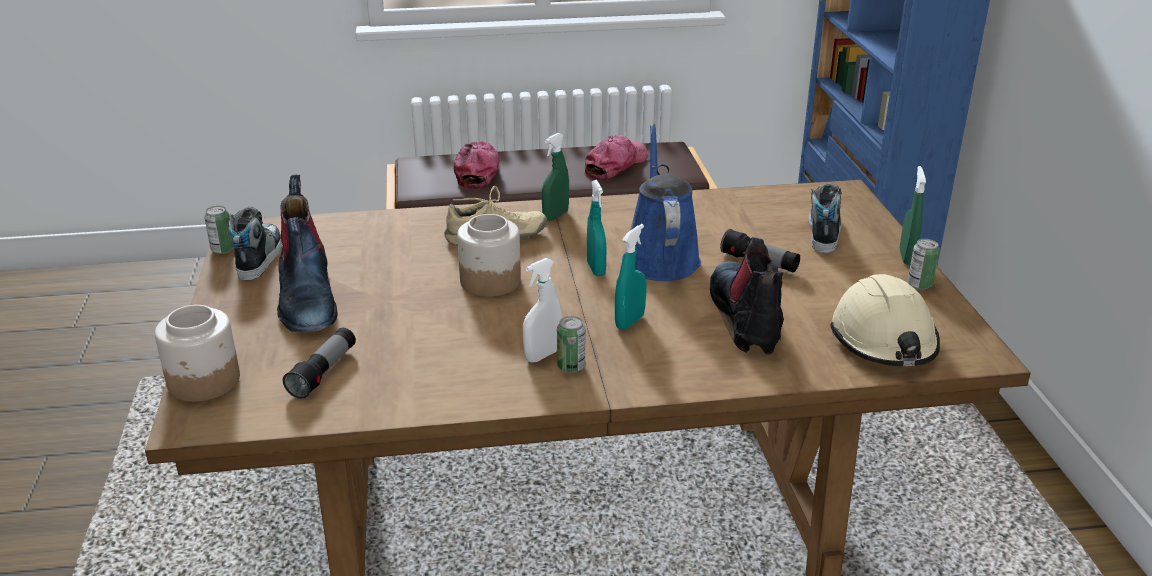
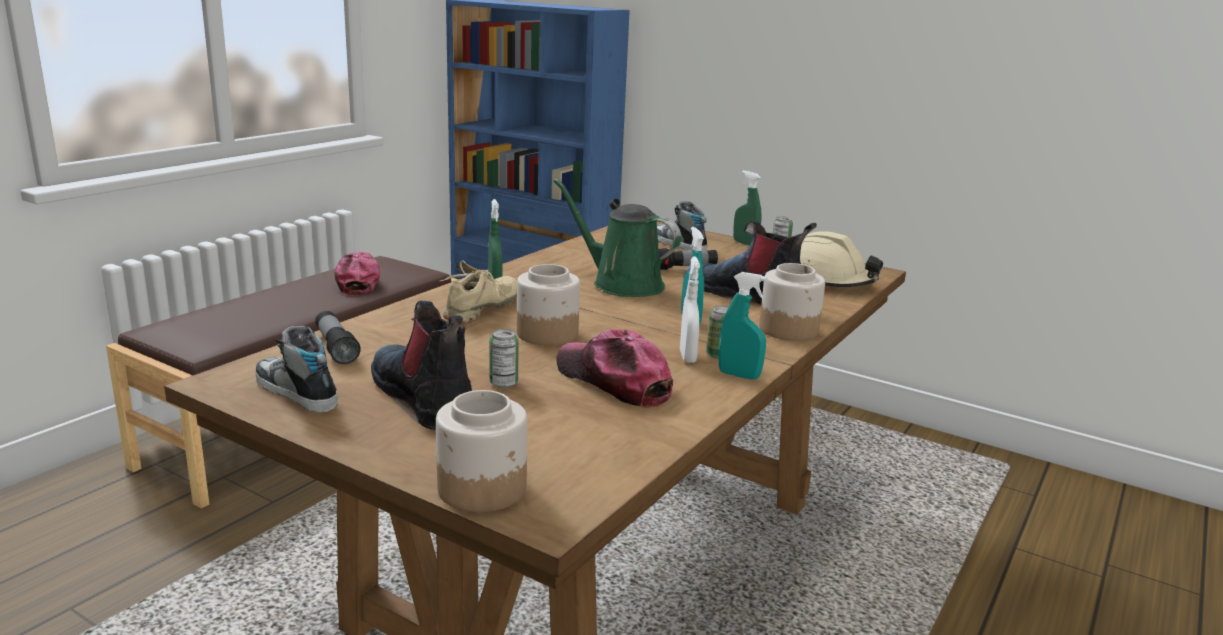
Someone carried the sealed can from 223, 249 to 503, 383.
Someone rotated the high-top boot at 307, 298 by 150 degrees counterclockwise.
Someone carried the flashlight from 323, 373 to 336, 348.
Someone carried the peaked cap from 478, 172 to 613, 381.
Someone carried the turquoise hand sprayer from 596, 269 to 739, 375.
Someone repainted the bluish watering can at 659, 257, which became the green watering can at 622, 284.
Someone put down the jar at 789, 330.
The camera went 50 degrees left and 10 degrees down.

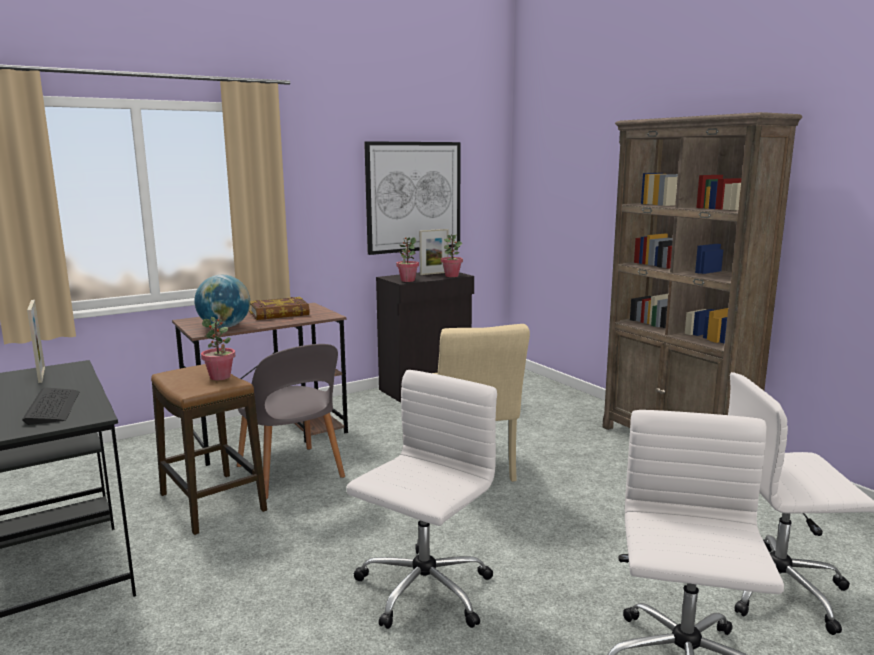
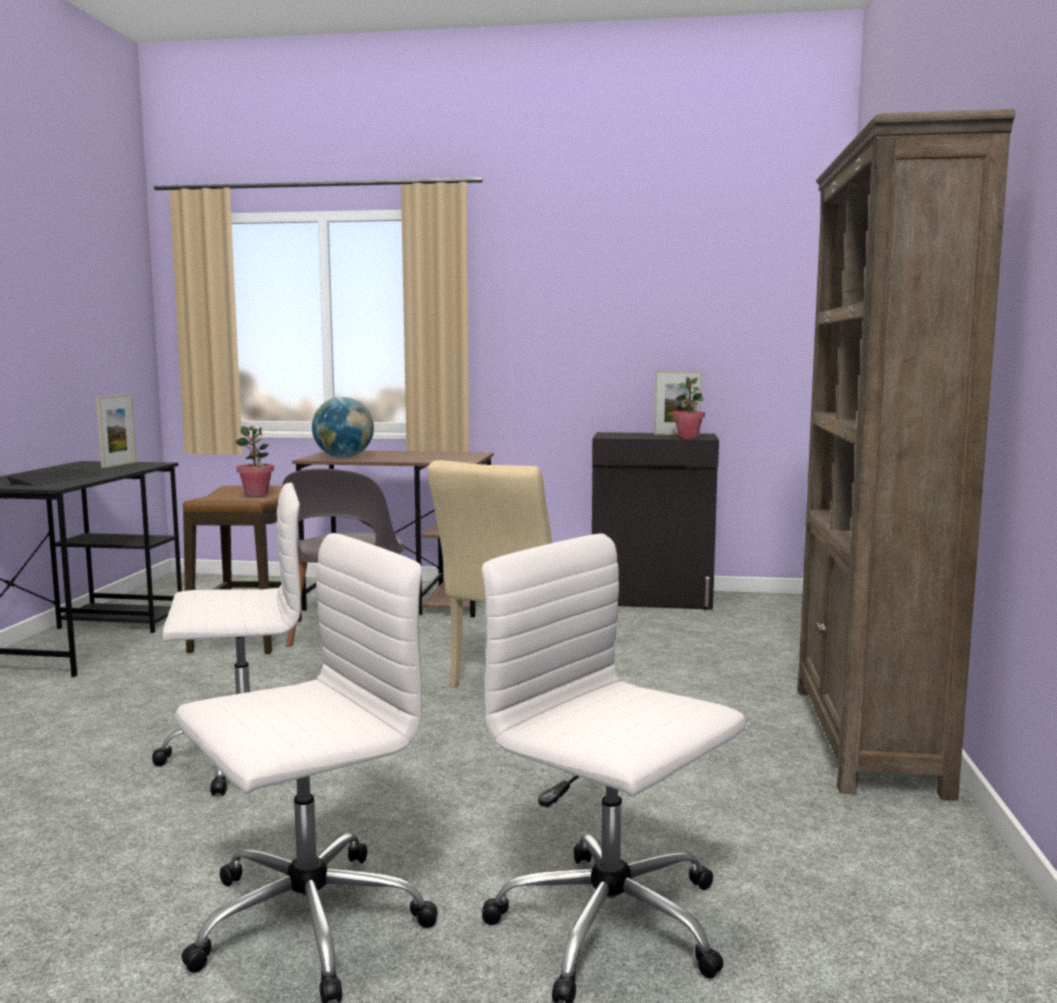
Someone took away the bound book at 279, 314.
Someone took away the wall picture at 413, 197.
Someone took away the houseplant at 407, 280.
The camera went 40 degrees right and 5 degrees down.

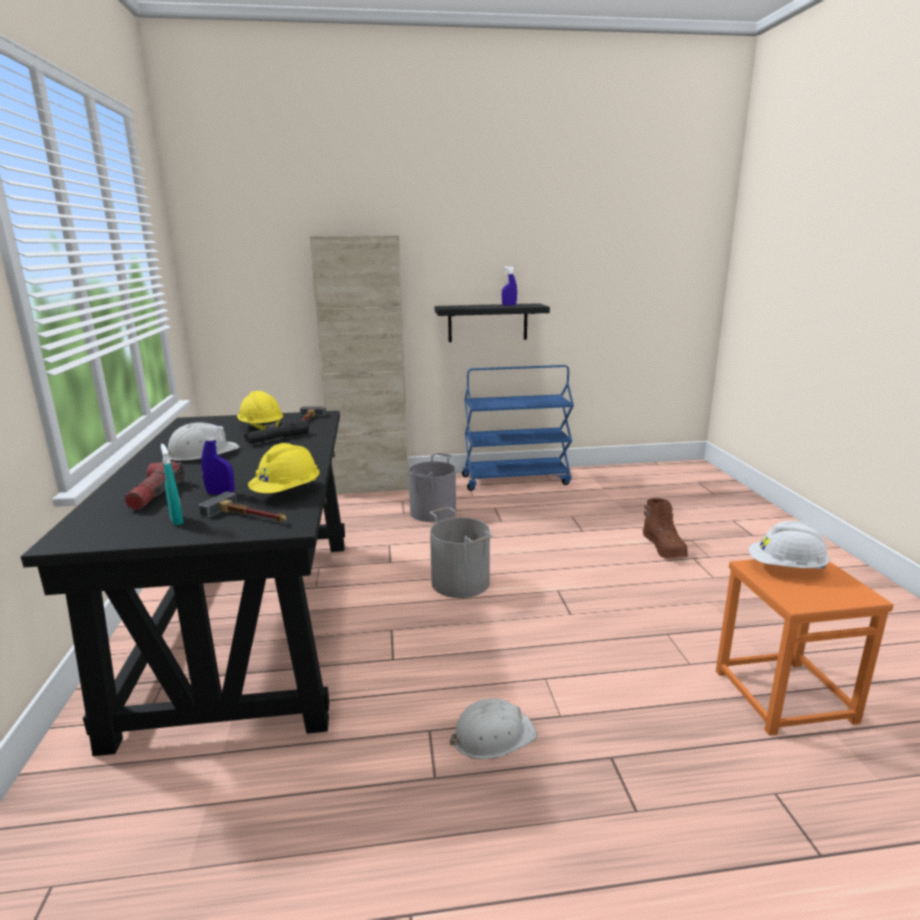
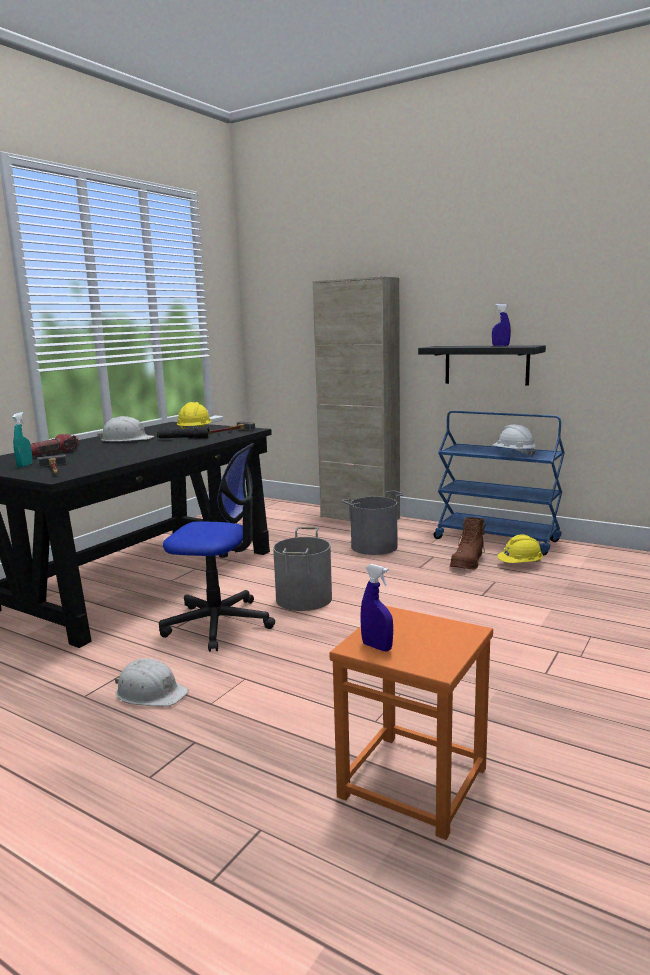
Someone carried the bluish hand sprayer from 220, 493 to 377, 647.
Someone carried the yellowish safety helmet from 287, 492 to 520, 565.
Someone carried the brown high-top boot from 664, 548 to 468, 562.
Someone carried the whitish safety helmet from 786, 568 to 513, 454.
Someone put down the computer chair at 218, 624.
The camera went 40 degrees right and 5 degrees down.

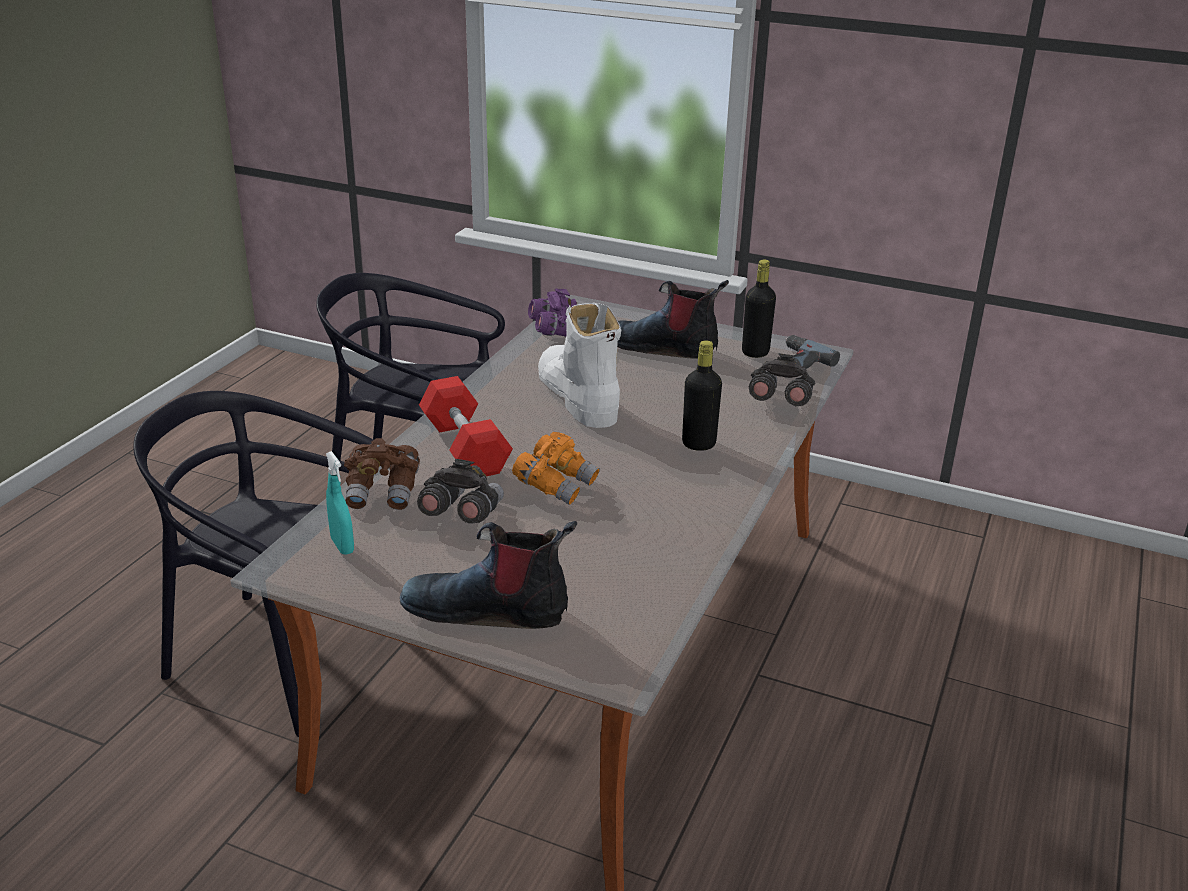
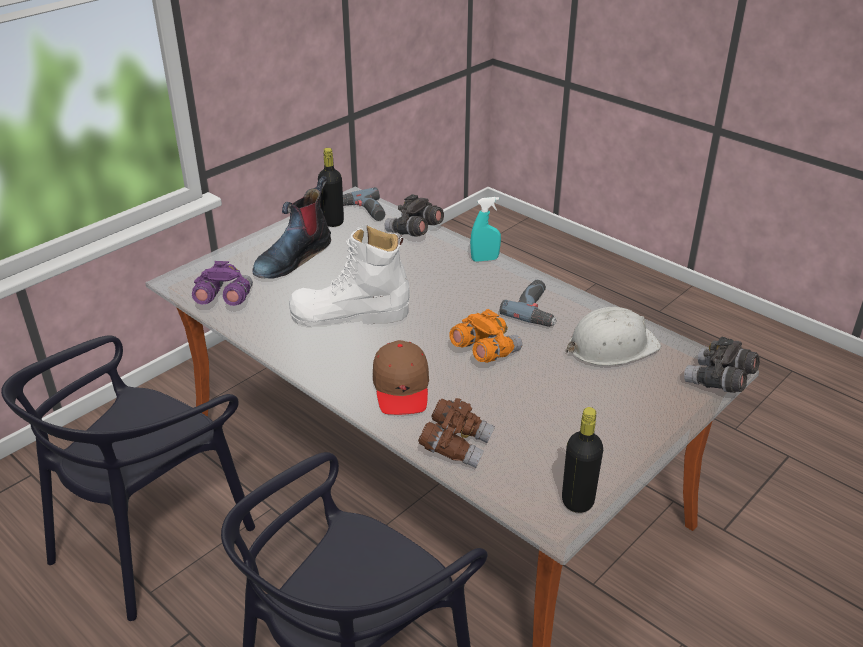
Someone carried the turquoise hand sprayer from 342, 546 to 484, 259.
Someone took away the high-top boot at 488, 609.
Someone carried the grey field glasses from 461, 514 to 719, 381.
Someone swapped the red dumbbell at 465, 447 for the brown peaked cap at 402, 387.
Someone carried the black drink bottle from 699, 444 to 577, 501.
Someone put down the drill at 537, 309.
Someone put down the whitish safety helmet at 611, 346.
The camera went 70 degrees left and 5 degrees up.

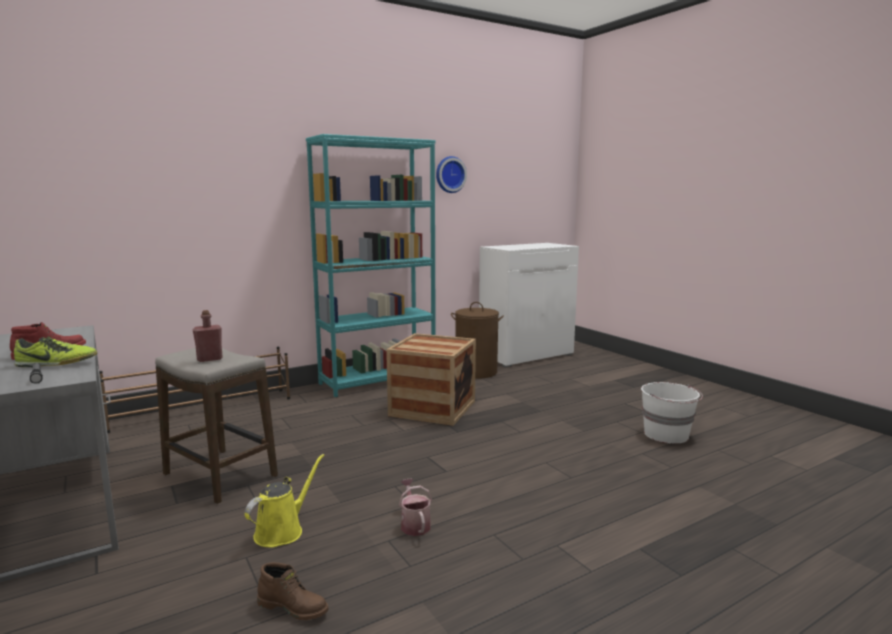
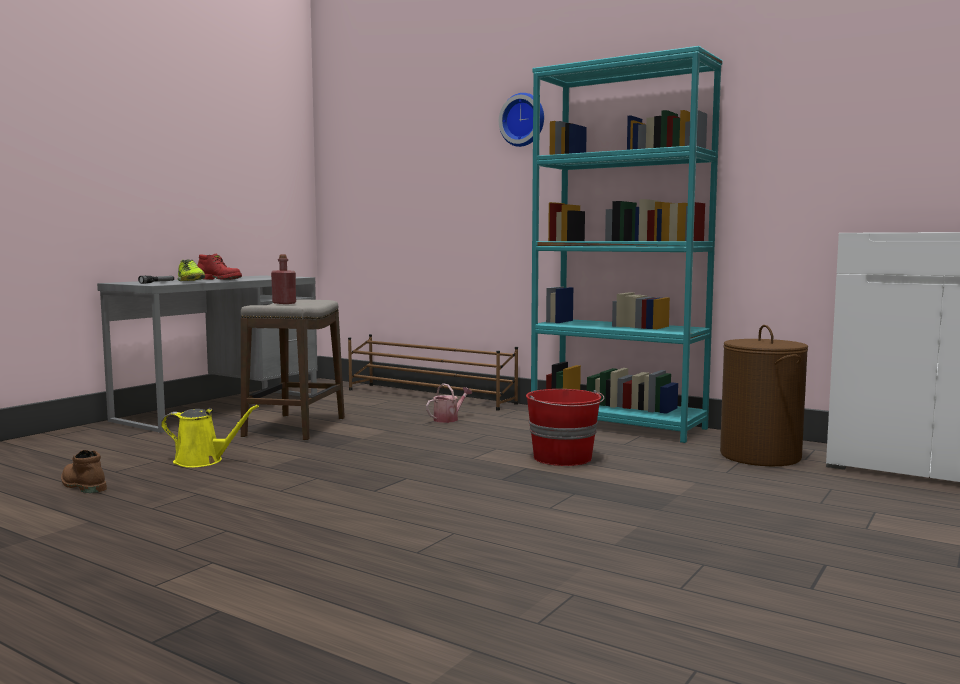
Someone rotated the brown high-top boot at 293, 607 by 135 degrees clockwise.
Someone swapped the shipping crate at 432, 408 for the red pail at 563, 458.
Someone carried the watering can from 414, 524 to 448, 419.
Someone carried the wall clock from 449, 174 to 523, 120.
Someone took away the whitish pail at 667, 435.
The camera went 65 degrees right and 5 degrees down.

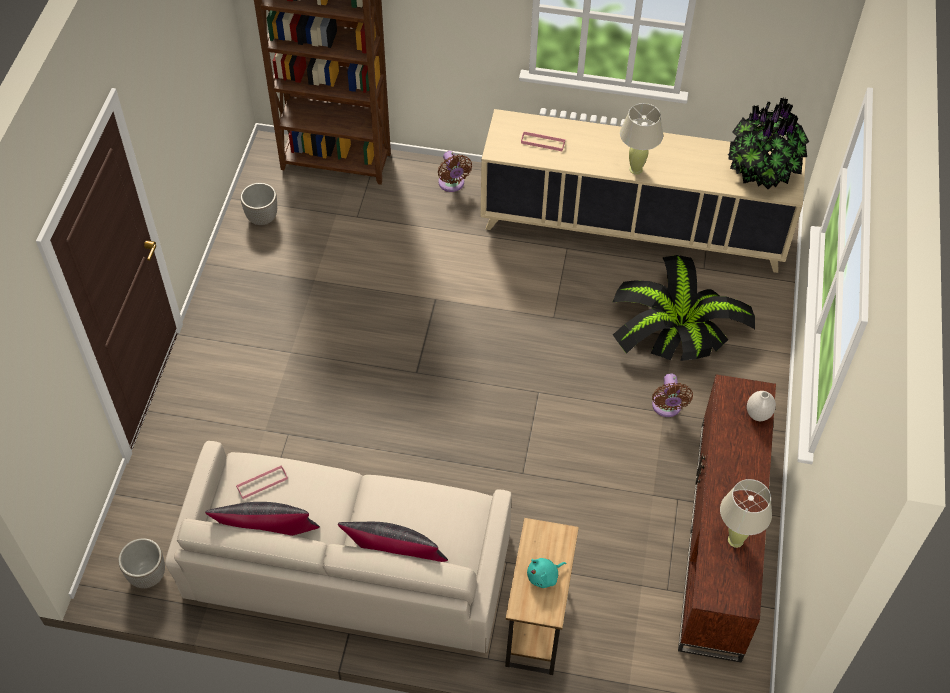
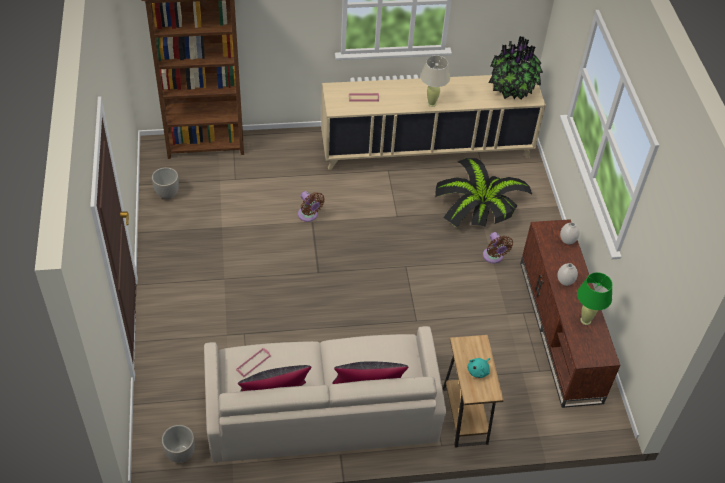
Someone carried the brown cooling fan from 452, 184 to 309, 216.
Someone repainted the beige table lamp at 735, 540, which became the green table lamp at 585, 320.
Someone put down the whitish vase at 565, 282.
The camera went 20 degrees left and 5 degrees down.

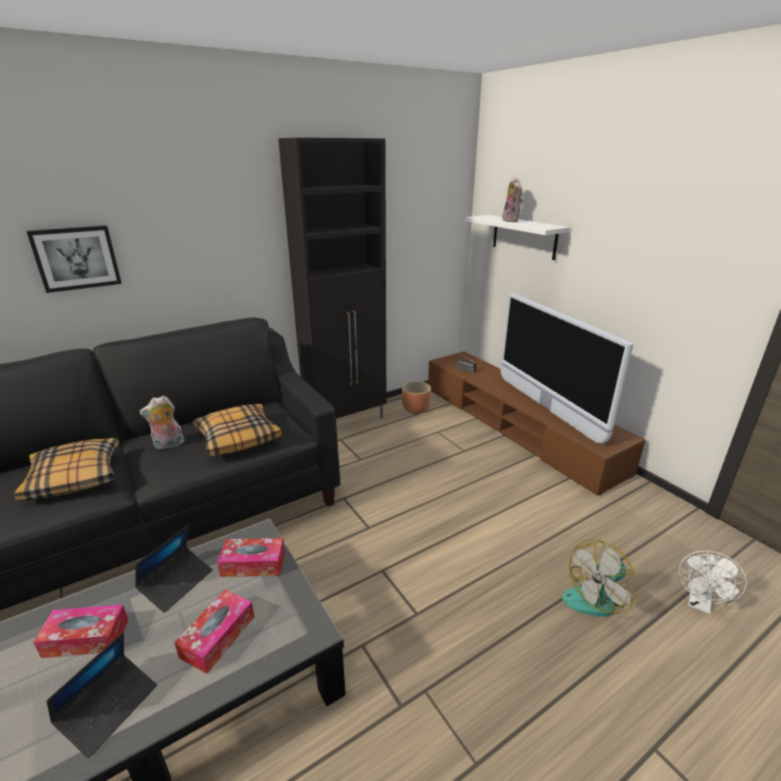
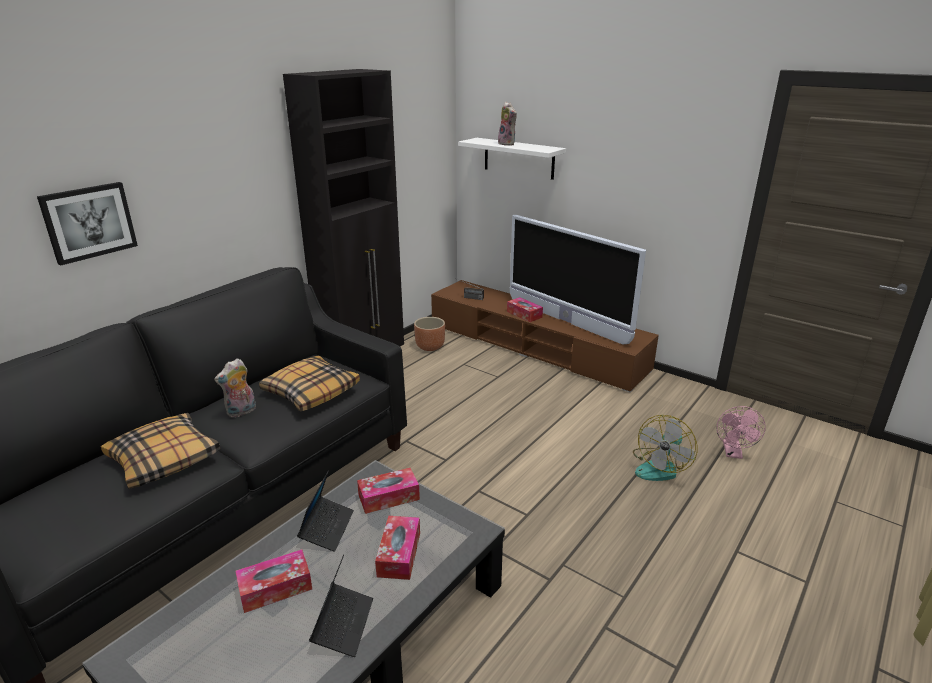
Someone repainted the whitish cooling fan at 699, 603, which became the pink-coloured cooling fan at 733, 453.
Someone put down the box of tissues at 524, 314.
The camera went 20 degrees left and 0 degrees up.

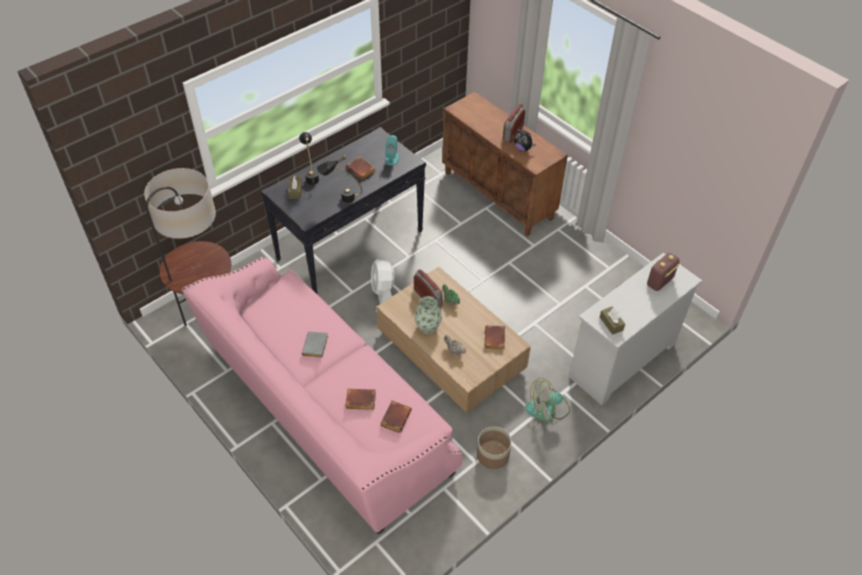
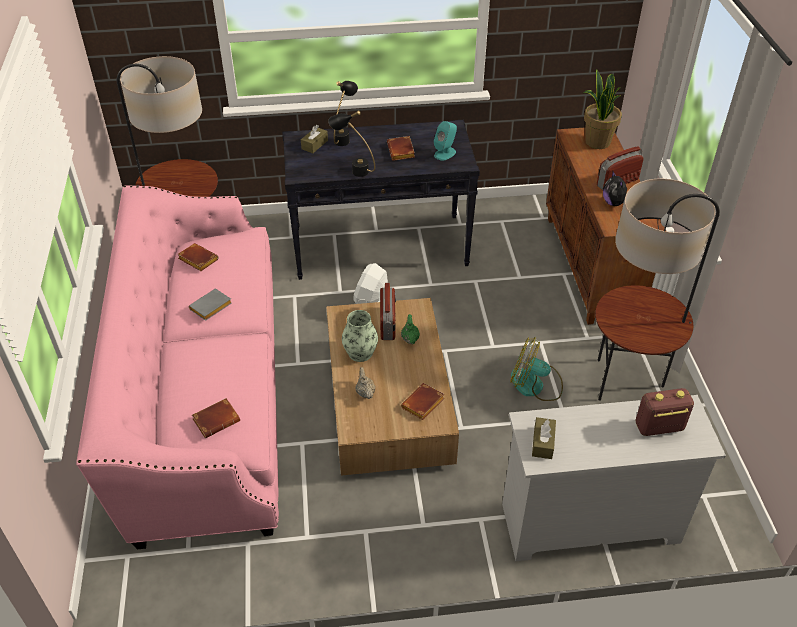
Someone carried the brown bound book from 359, 401 to 197, 260.
Someone took away the planter at 492, 455.
Someone carried the cooling fan from 547, 409 to 535, 385.
Someone put down the houseplant at 597, 142.
Someone put down the standard lamp at 626, 382.
The camera went 35 degrees right and 5 degrees down.

